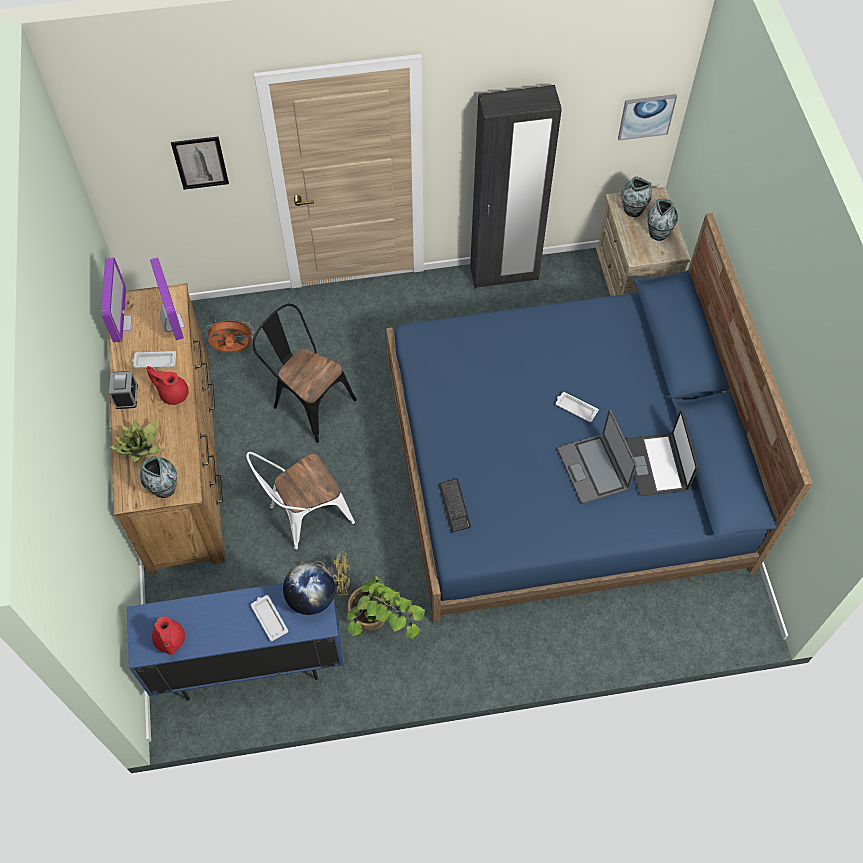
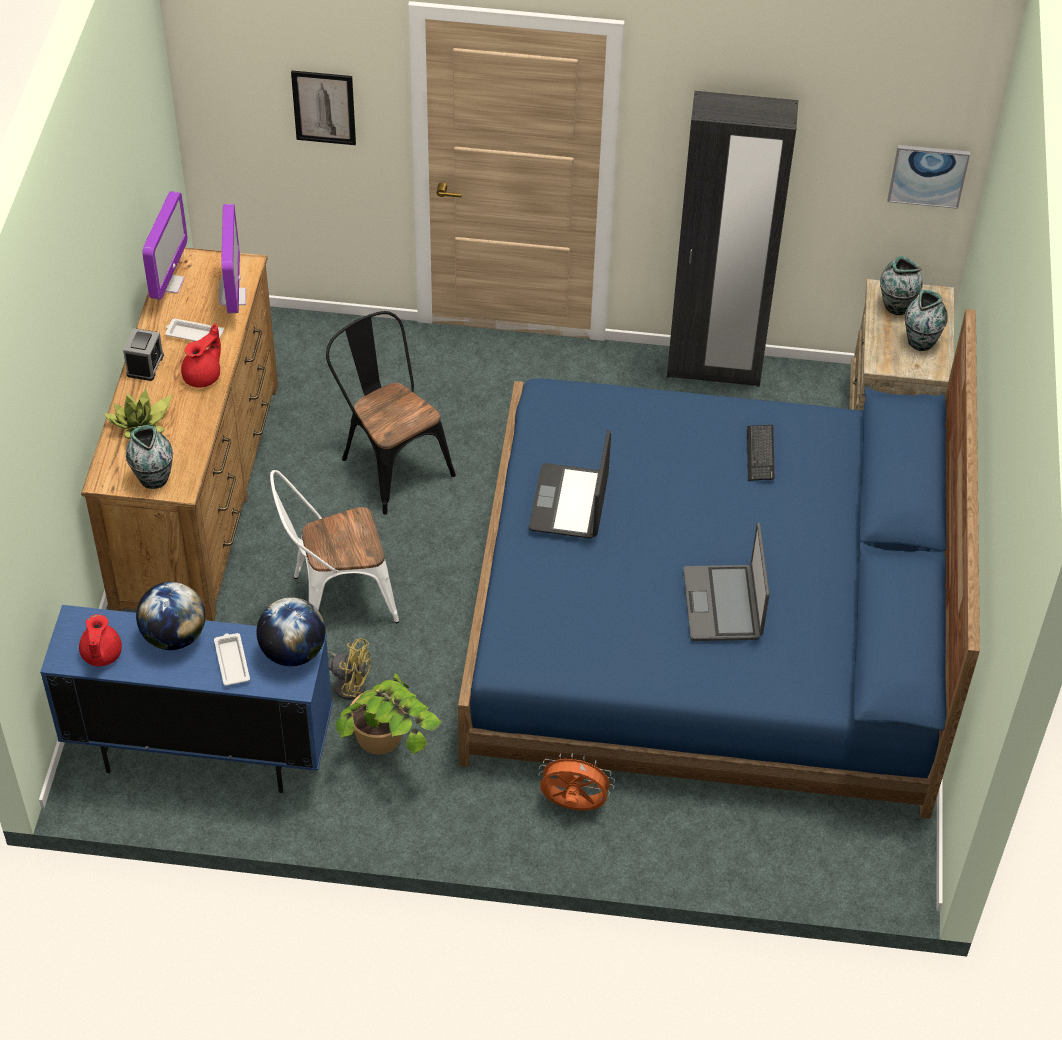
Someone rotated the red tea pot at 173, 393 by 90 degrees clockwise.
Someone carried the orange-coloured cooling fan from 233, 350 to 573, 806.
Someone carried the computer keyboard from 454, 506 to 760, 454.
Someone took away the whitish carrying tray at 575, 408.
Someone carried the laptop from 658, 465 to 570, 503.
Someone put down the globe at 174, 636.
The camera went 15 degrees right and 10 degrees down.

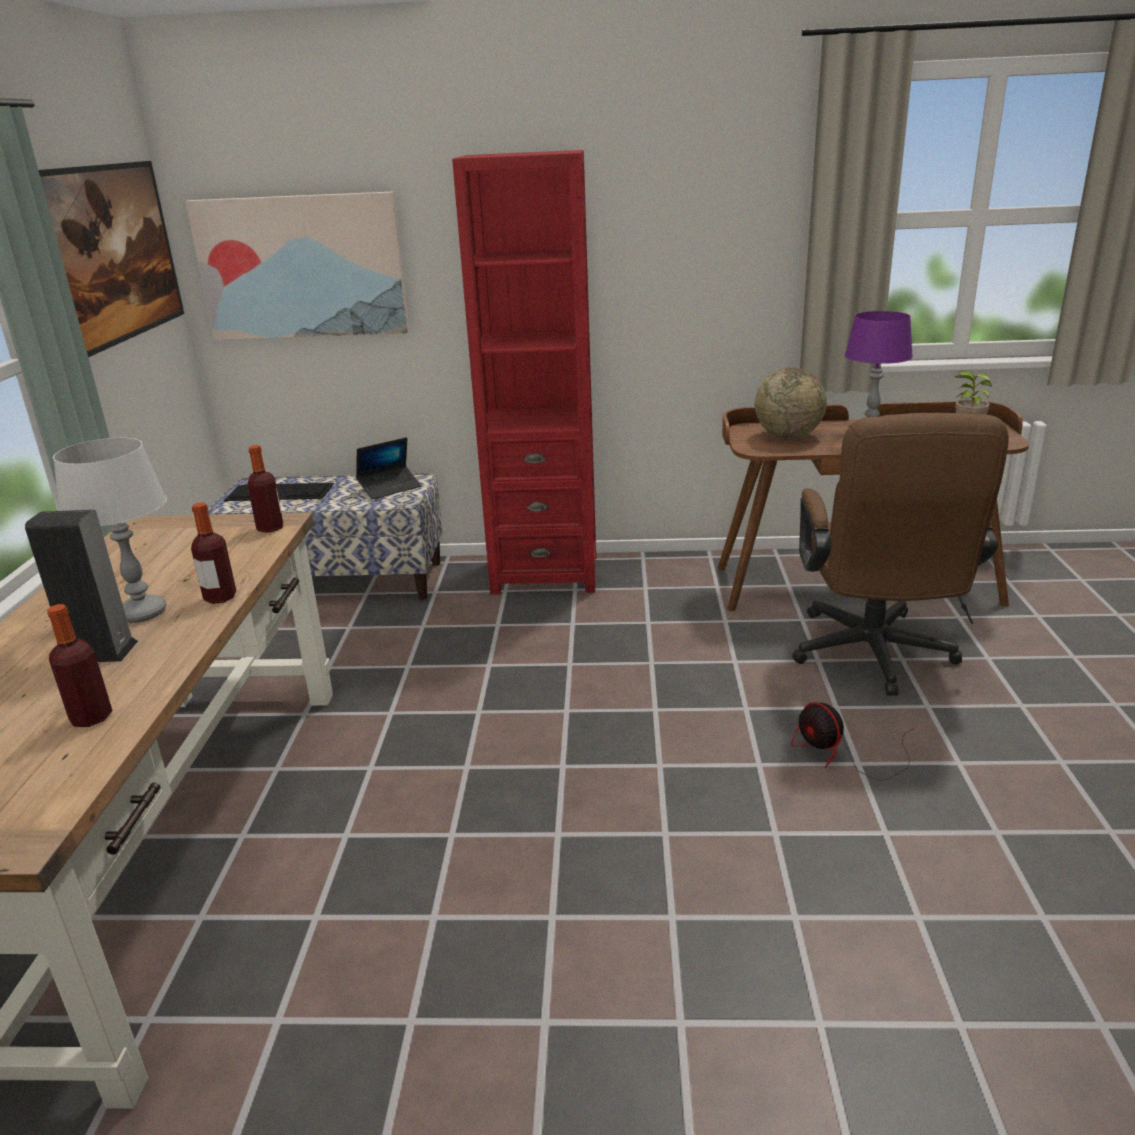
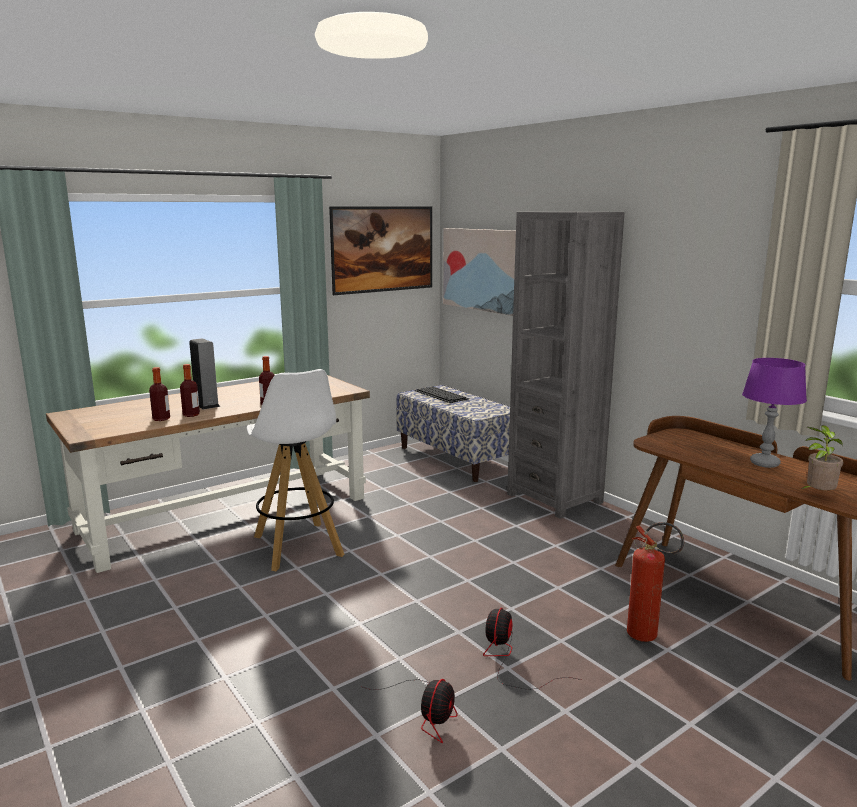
Someone took away the grey table lamp at 143, 613.
Someone carried the drink bottle from 270, 528 to 191, 415.
Someone took away the laptop at 390, 488.
Someone repainted the red bookcase at 545, 574, which became the grey bookcase at 554, 498.
Someone took away the globe at 788, 436.
Someone swapped the brown computer chair at 874, 658 for the fire-fighting cylinder at 648, 637.
Someone put down the whitish stool at 298, 546.
Someone put down the cooling fan at 428, 713.
The camera went 50 degrees right and 10 degrees down.

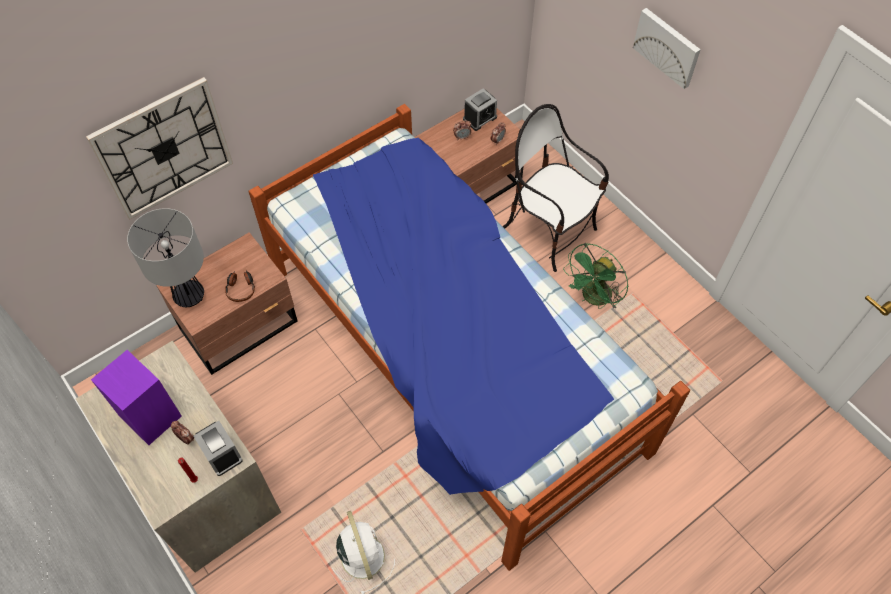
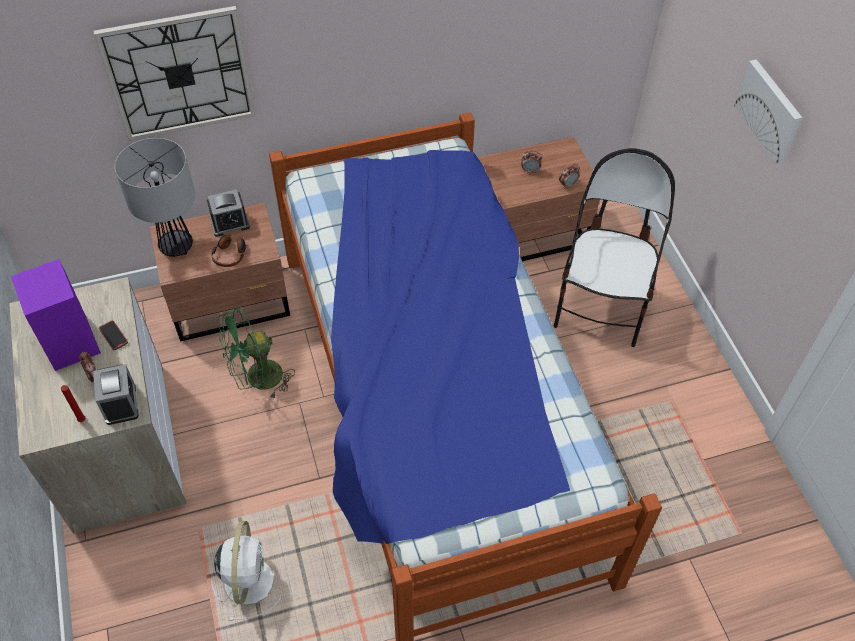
Someone carried the alarm clock from 480, 118 to 230, 223.
Someone rotated the upright chair at 549, 231 by 45 degrees clockwise.
Someone carried the green cooling fan from 593, 298 to 257, 379.
Someone put down the telephone at 113, 336.
The camera went 20 degrees right and 5 degrees down.

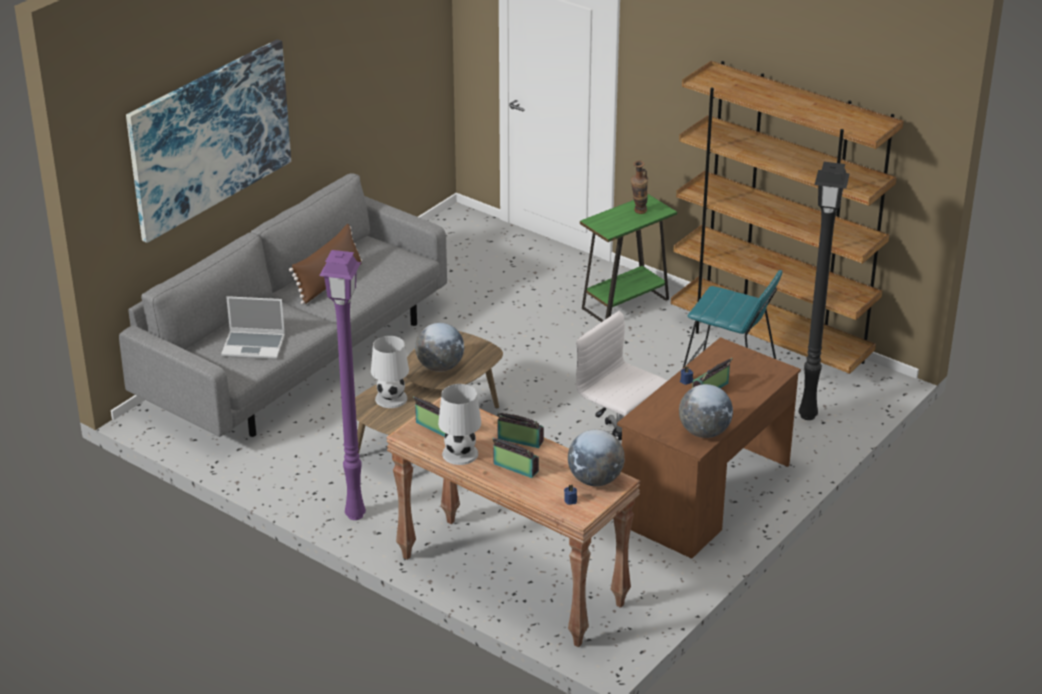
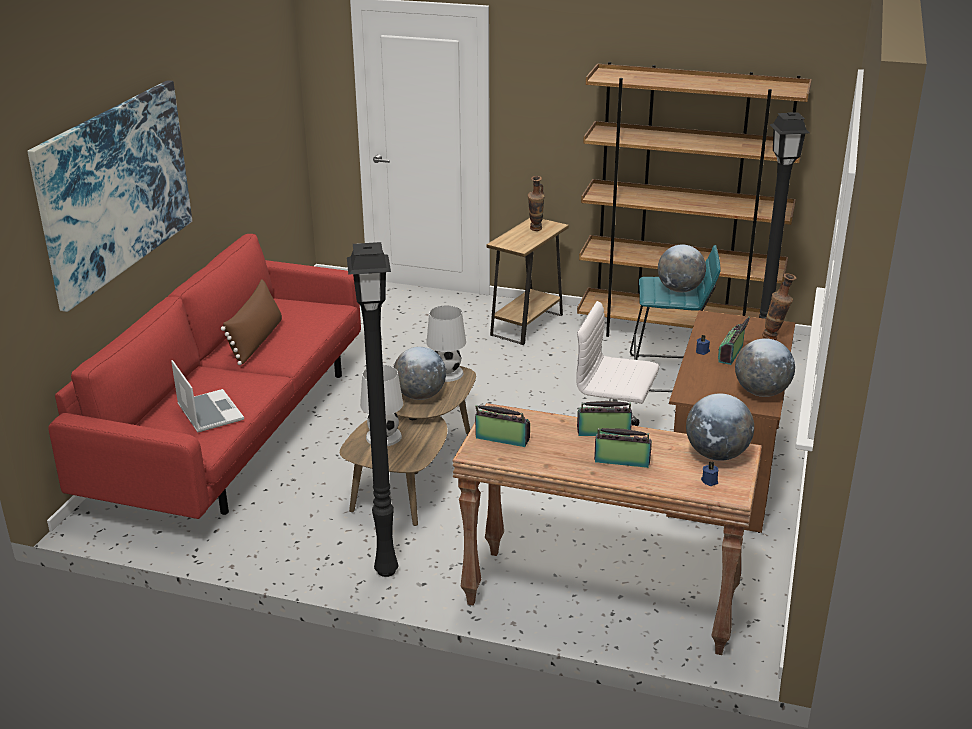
Someone repainted the grey couch at 297, 359, which became the red couch at 234, 429.
Someone rotated the laptop at 254, 346 by 105 degrees counterclockwise.
Someone repainted the purple-coloured standard lamp at 354, 514, which became the black standard lamp at 384, 570.
Someone carried the whitish table lamp from 460, 453 to 447, 373.
Someone repainted the green side table at 625, 304, which became the brown side table at 527, 325.
Someone put down the globe at 679, 290.
Someone put down the vase at 774, 339.
The camera went 20 degrees left and 5 degrees down.

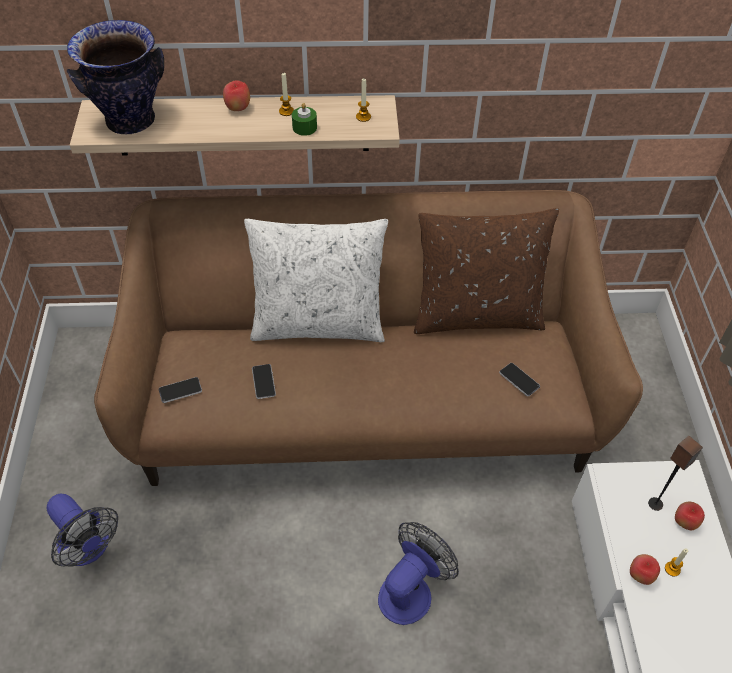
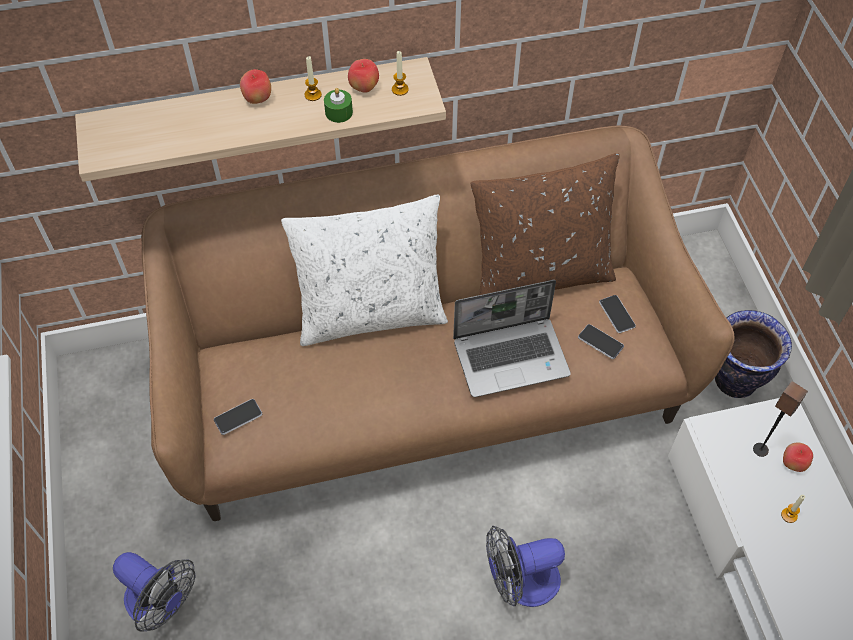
Someone carried the vase from 130, 121 to 734, 380.
Someone carried the telephone from 263, 382 to 617, 314.
Someone rotated the cooling fan at 411, 590 by 135 degrees counterclockwise.
Someone carried the apple fruit from 640, 575 to 364, 88.
Someone put down the laptop at 512, 357.
The camera went 10 degrees left and 5 degrees up.

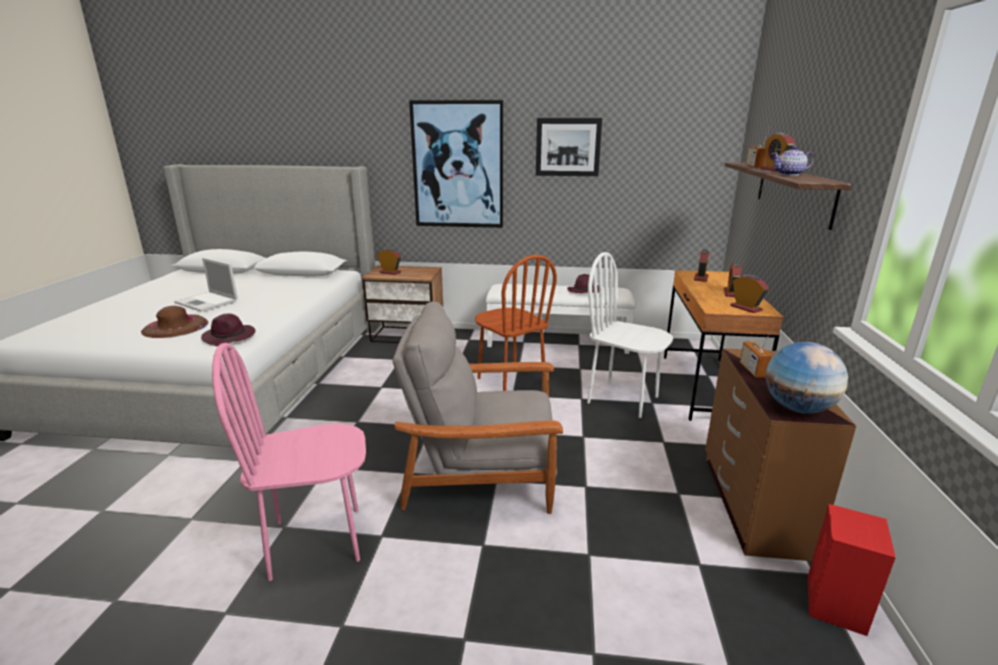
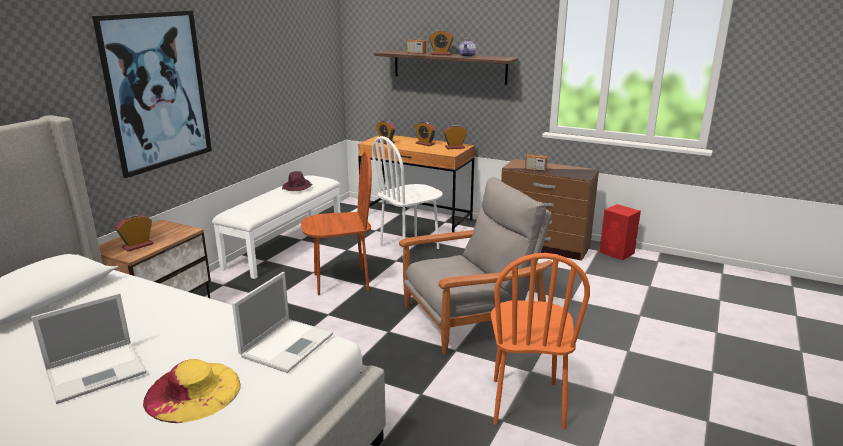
Someone repainted the brown clothing hat at 175, 326, which became the yellowish clothing hat at 193, 391.
Someone swapped the purple-coloured clothing hat at 230, 337 for the laptop at 288, 344.
Someone repainted the pink-coloured upright chair at 316, 541, which became the orange-coloured upright chair at 526, 403.
Someone rotated the grey lounge chair at 482, 472 by 135 degrees counterclockwise.
Someone took away the wall picture at 568, 147.
Someone took away the globe at 798, 408.
The camera went 70 degrees left and 0 degrees up.

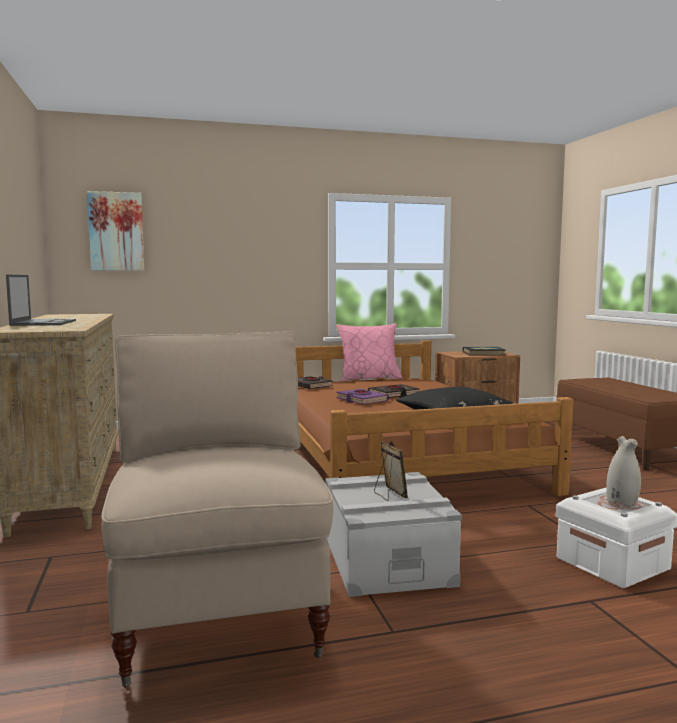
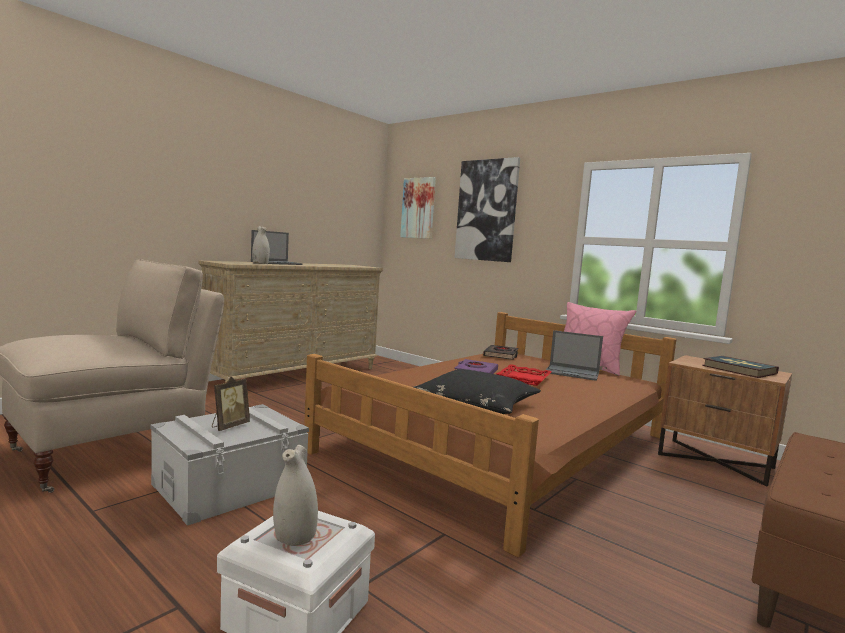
Someone swapped the black bound book at 393, 394 for the red carrying tray at 524, 379.
Someone put down the whitish vase at 260, 264.
Someone put up the wall picture at 487, 210.
Someone put down the laptop at 572, 373.
The camera went 55 degrees right and 0 degrees up.

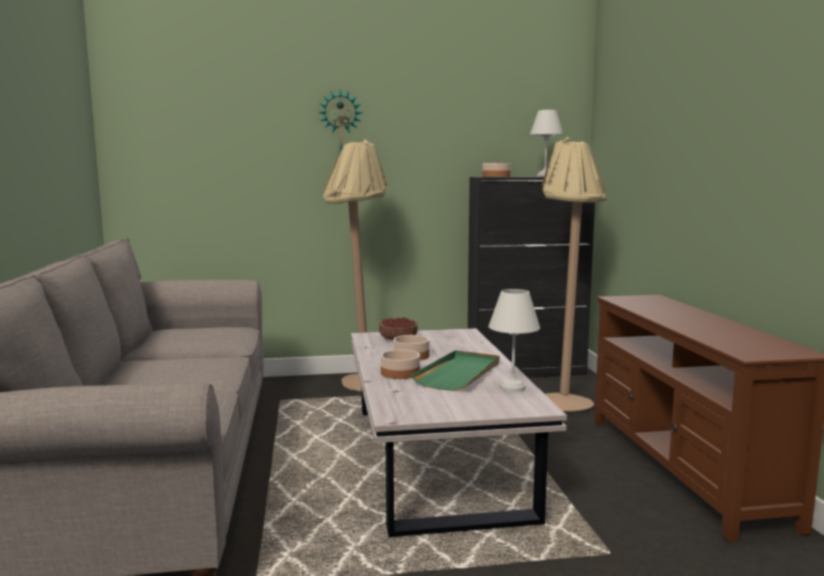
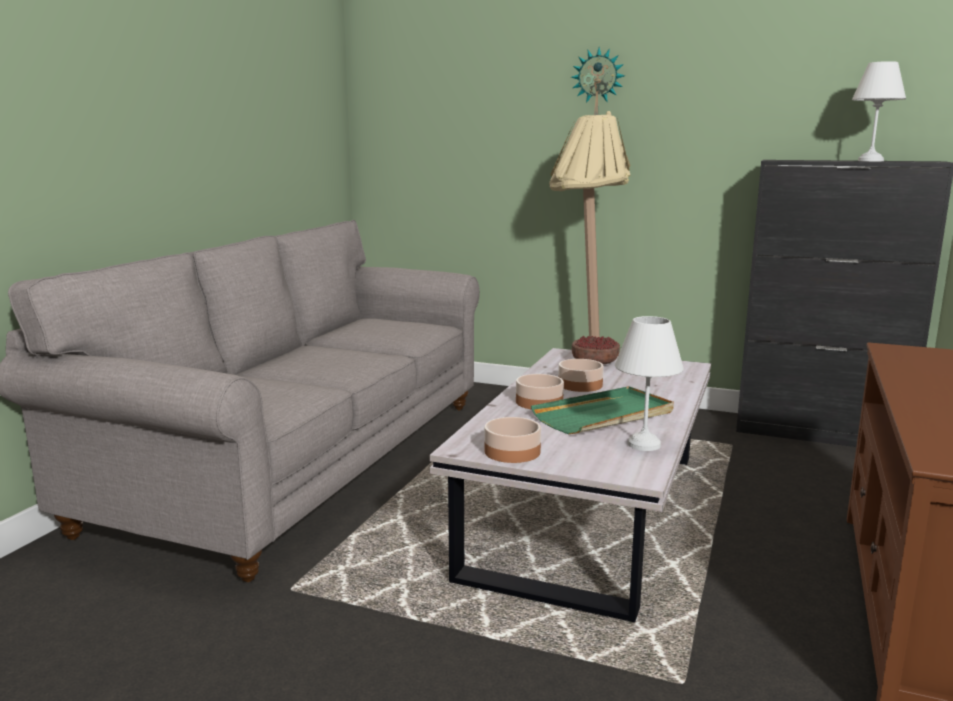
Someone carried the serving bowl from 495, 176 to 511, 451.
Someone took away the beige standard lamp at 566, 399.
The camera went 30 degrees right and 5 degrees up.

